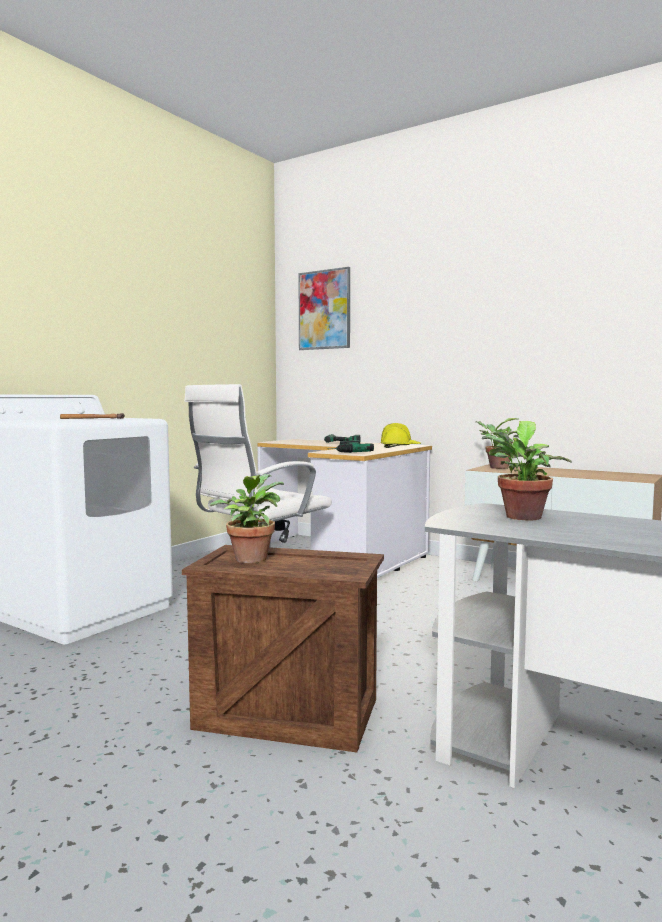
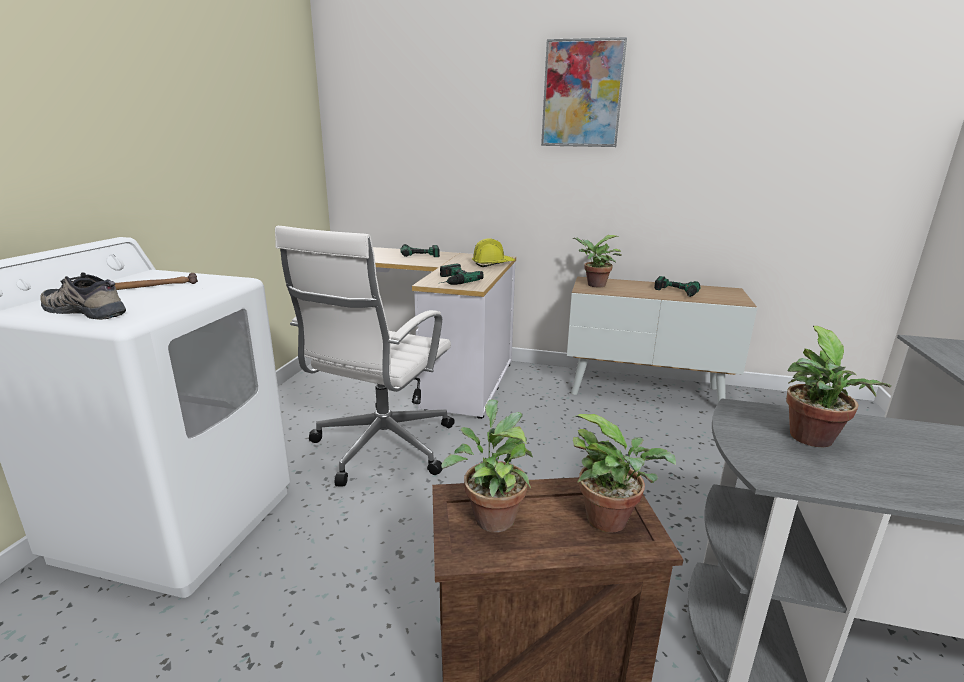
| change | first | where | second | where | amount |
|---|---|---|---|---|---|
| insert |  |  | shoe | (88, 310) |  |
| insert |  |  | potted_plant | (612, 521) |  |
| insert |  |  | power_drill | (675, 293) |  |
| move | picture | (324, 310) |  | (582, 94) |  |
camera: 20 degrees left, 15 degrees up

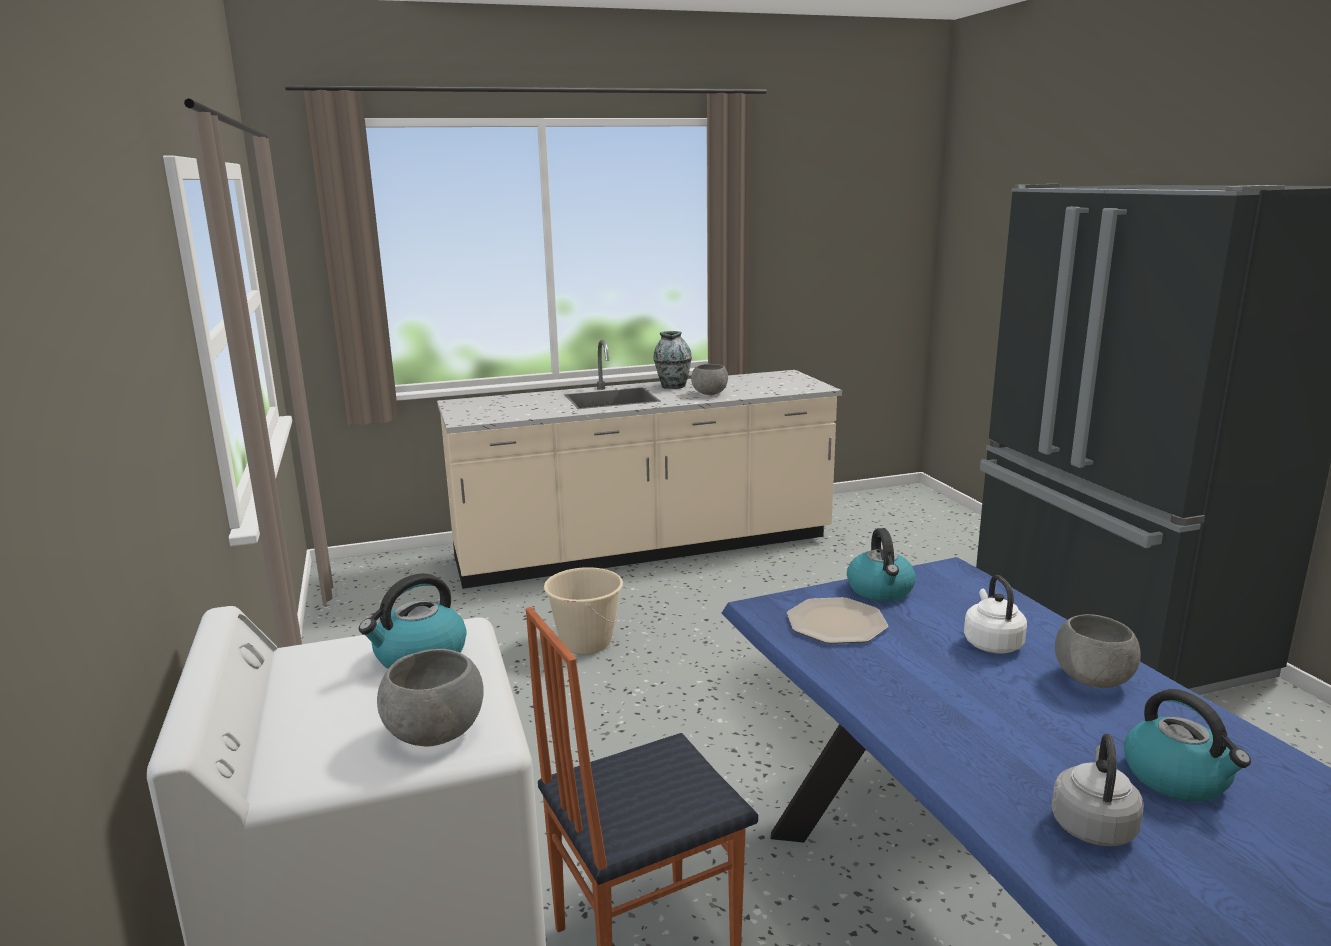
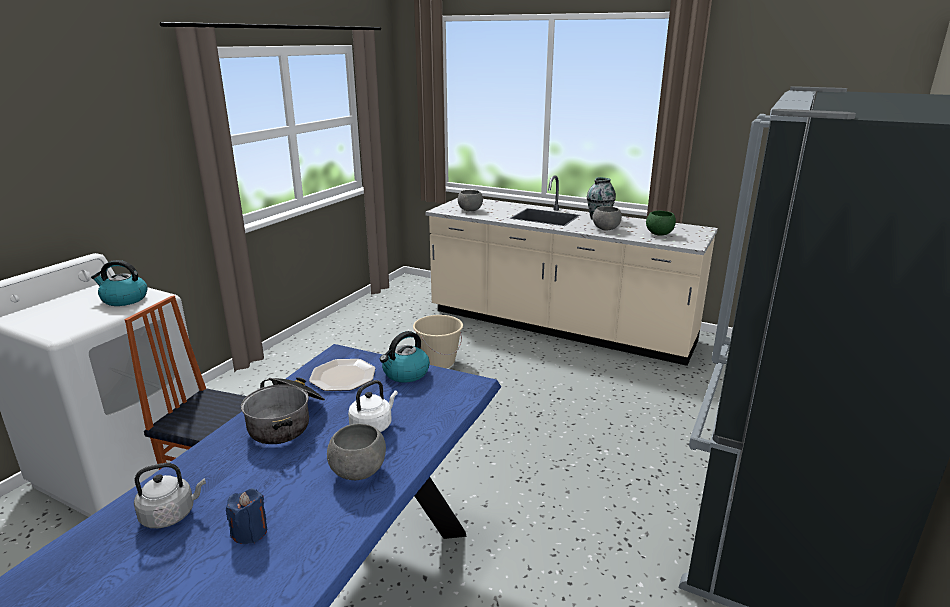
| change | first | where | second | where | amount |
|---|---|---|---|---|---|
| insert |  |  | cooking_pot | (287, 421) |  |
| insert |  |  | green_bowl | (659, 234) |  |
| move | grey_bowl | (436, 734) |  | (470, 210) |  |
| replace | kettle | (1177, 778) | blue_candle | (250, 532) |  |
camera: 45 degrees right, 5 degrees up

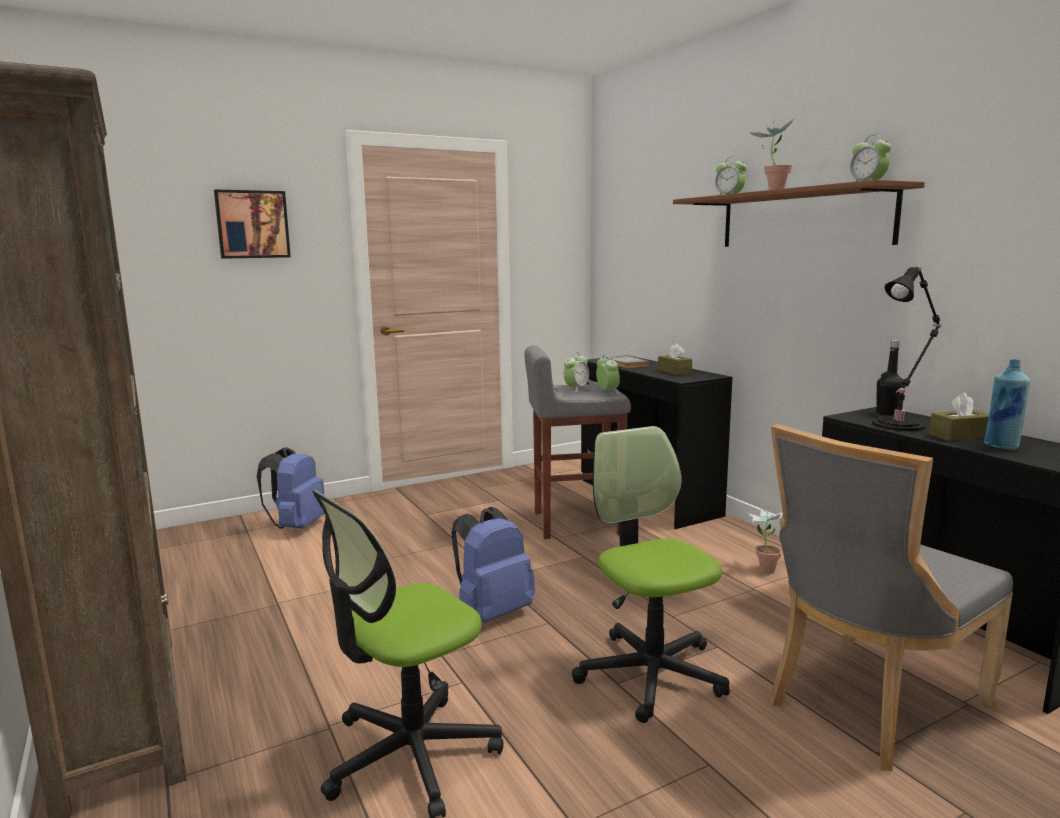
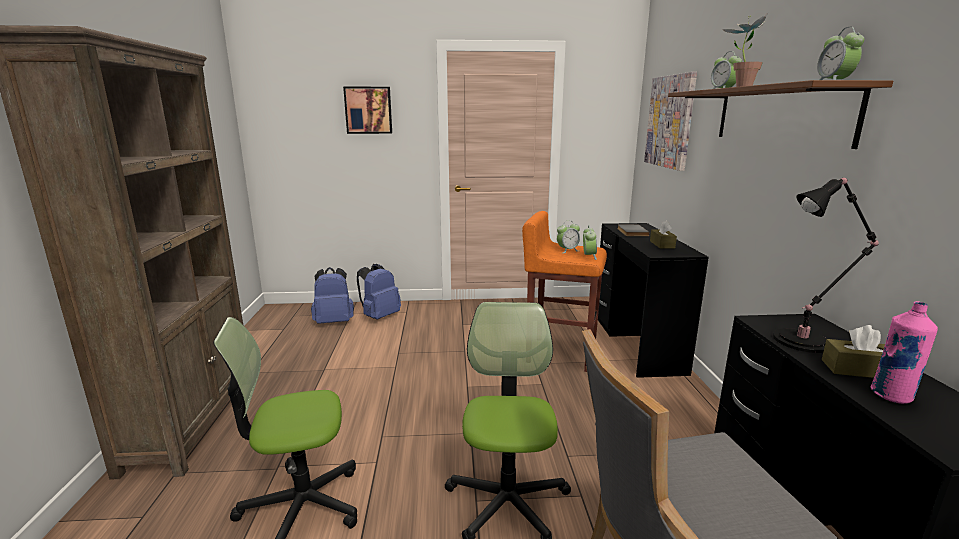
| change | first | where | second | where | amount |
|---|---|---|---|---|---|
| delete | potted_plant | (764, 568) |  |  |  |
| delete | black_bottle | (887, 413) |  |  |  |
| insert |  |  | picture | (670, 121) |  |
| move | blue_backpack | (492, 612) |  | (334, 321) |  |
| recolor | grey_stool | (575, 522) | orange_stool | (560, 353) |  |
| recolor | blue_bottle | (1001, 447) | pink_bottle | (892, 396) |  |
camera: 25 degrees right, 5 degrees up

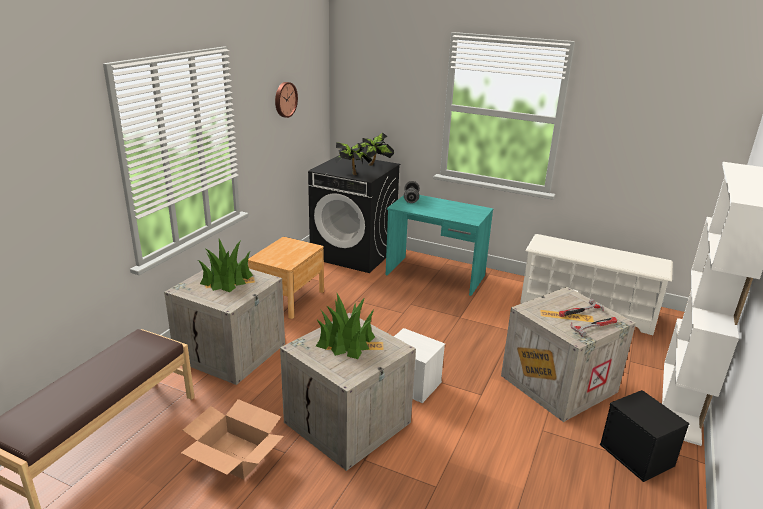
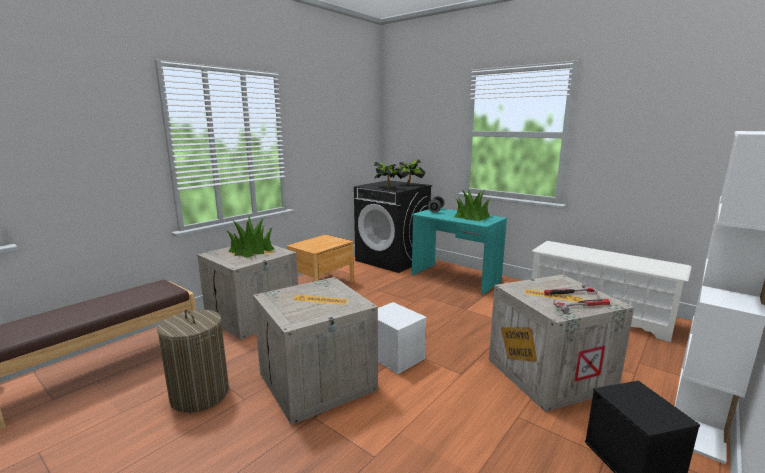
| change | first | where | second | where | amount |
|---|---|---|---|---|---|
| delete | wall_clock | (284, 99) |  |  |  |
| move | potted_plant | (345, 341) |  | (472, 217) |  |
| replace | cardboard_box | (235, 454) | laundry_basket | (200, 394) |  |
camera: 15 degrees right, 10 degrees down

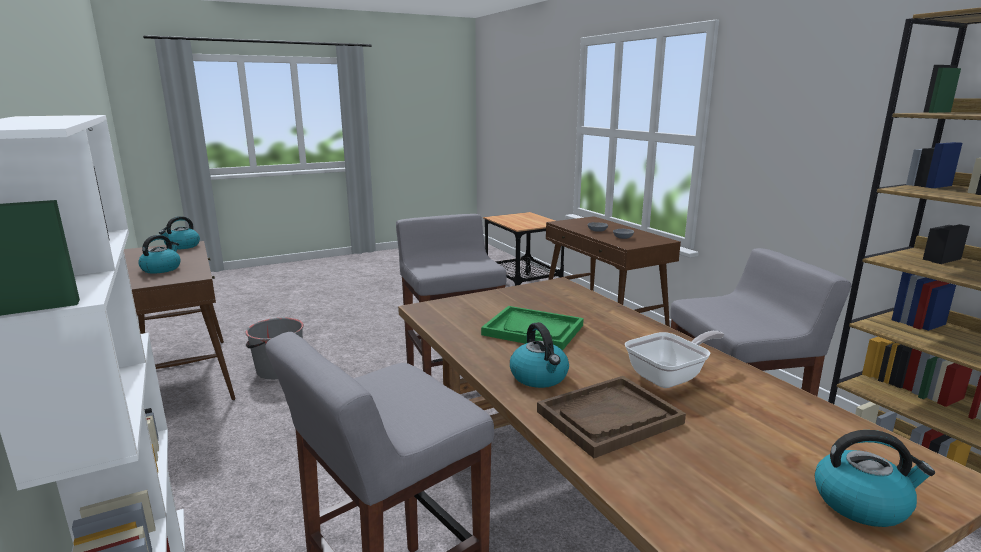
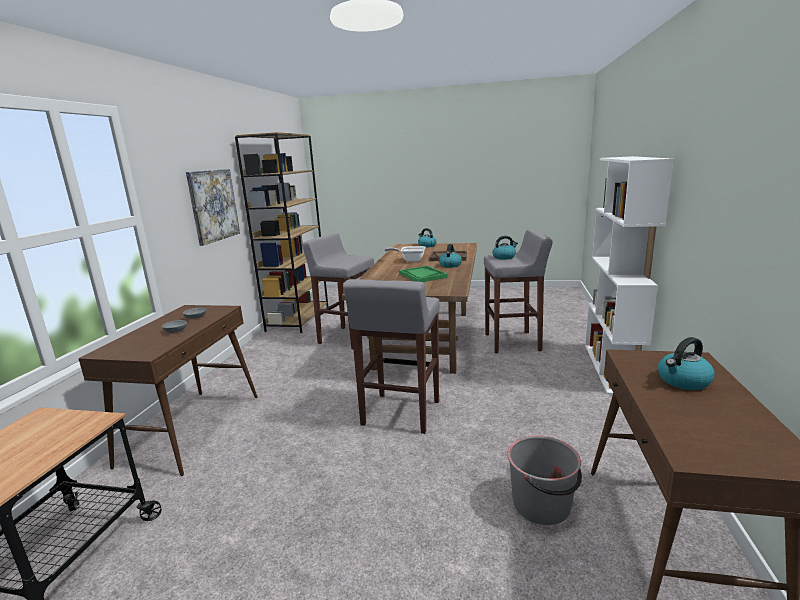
| change | first | where | second | where | amount |
|---|---|---|---|---|---|
| insert |  |  | picture | (213, 205) |  |
| move | kettle | (182, 246) |  | (504, 257) |  |
camera: 140 degrees left, 0 degrees up

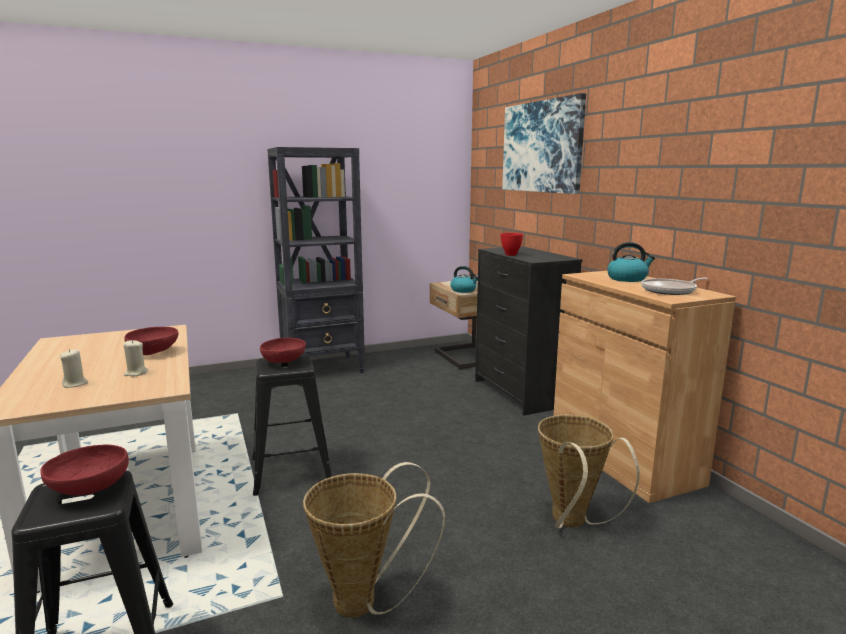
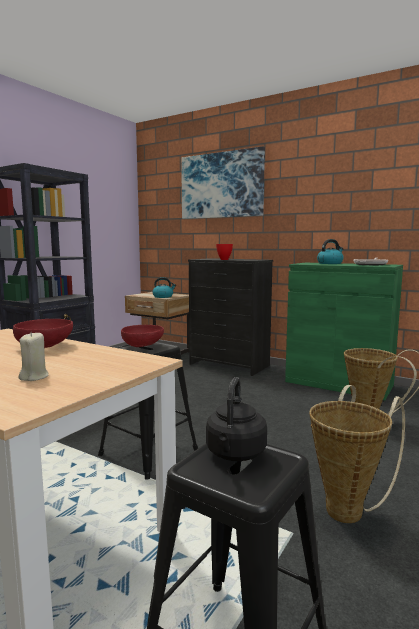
| change | first | where | second | where | amount |
|---|---|---|---|---|---|
| delete | beige_candle | (136, 373) |  |  |  |
| replace | red_bowl | (88, 489) | black_kettle | (235, 454) |  |
| recolor | brown_cabinet | (623, 458) | green_cabinet | (338, 383) |  |
camera: 35 degrees left, 5 degrees down

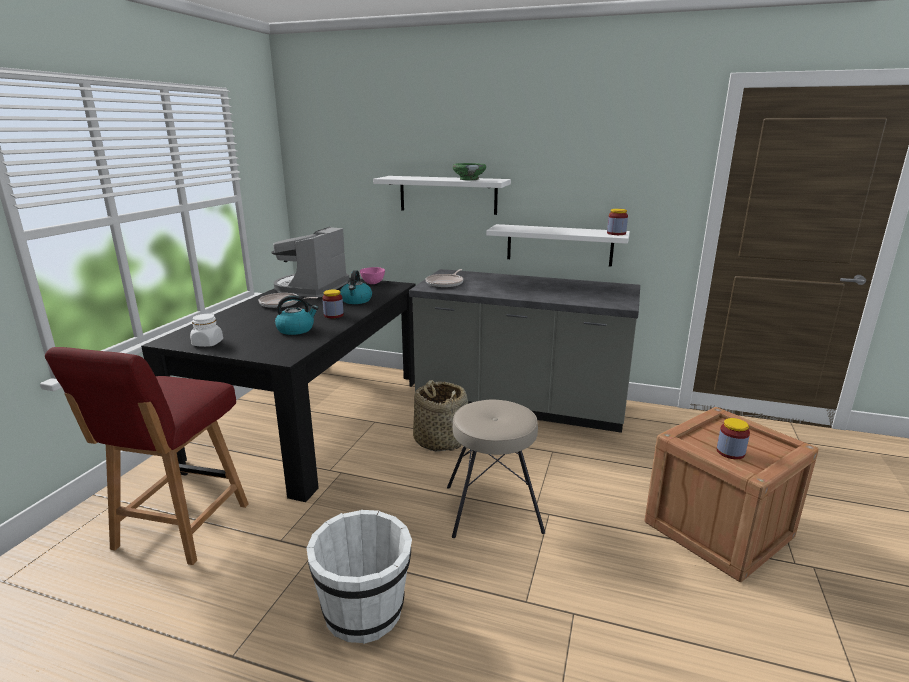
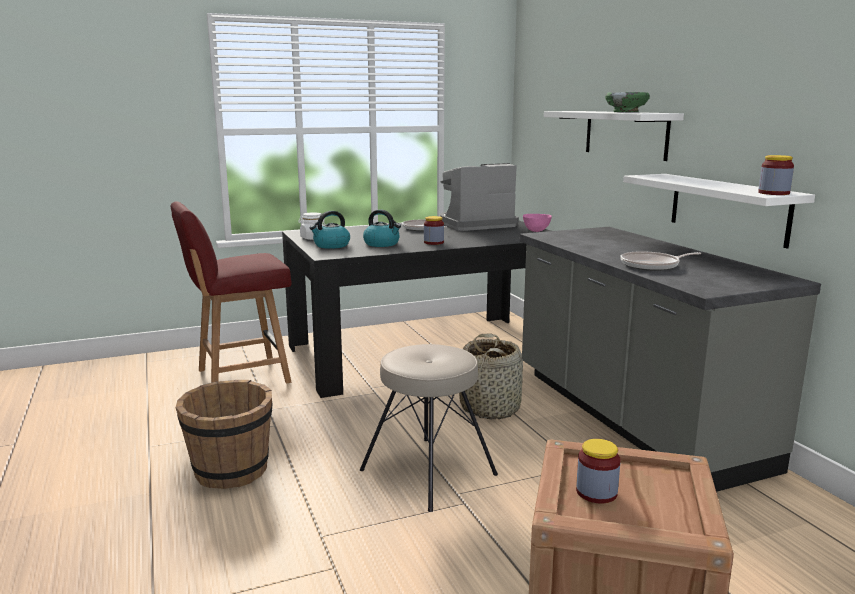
| change | first | where | second | where | amount |
|---|---|---|---|---|---|
| move | kettle | (356, 300) |  | (331, 245) |  |
| move | frying_pan | (445, 283) |  | (652, 266) |  |
| recolor | white_bucket | (365, 612) | brown_bucket | (231, 471) |  |
camera: 50 degrees right, 5 degrees down

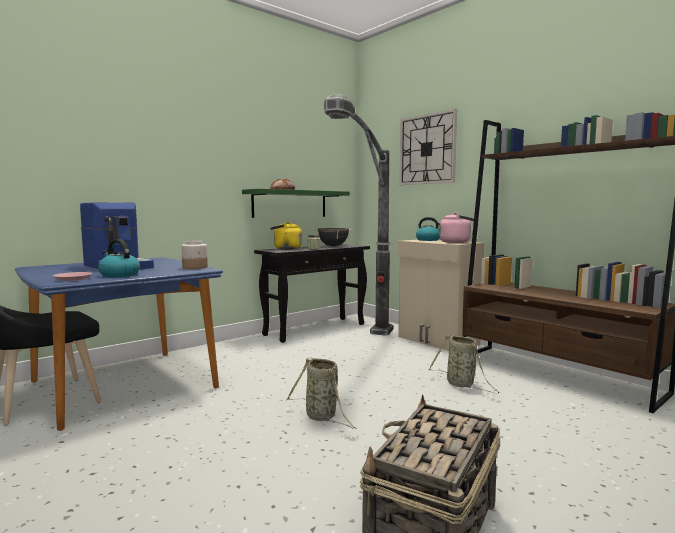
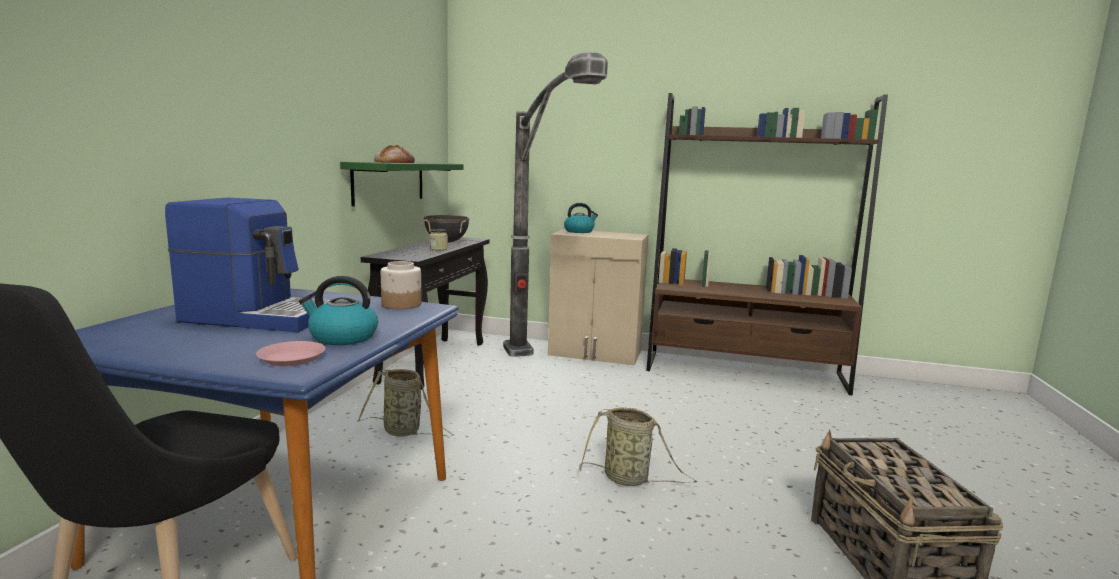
| change | first | where | second | where | amount |
|---|---|---|---|---|---|
| delete | yellow_kettle | (285, 249) |  |  |  |
| delete | wall_clock | (427, 149) |  |  |  |
| delete | pink_kettle | (456, 242) |  |  |  |
| move | basket | (462, 384) |  | (404, 432) |  |
camera: 35 degrees left, 5 degrees up

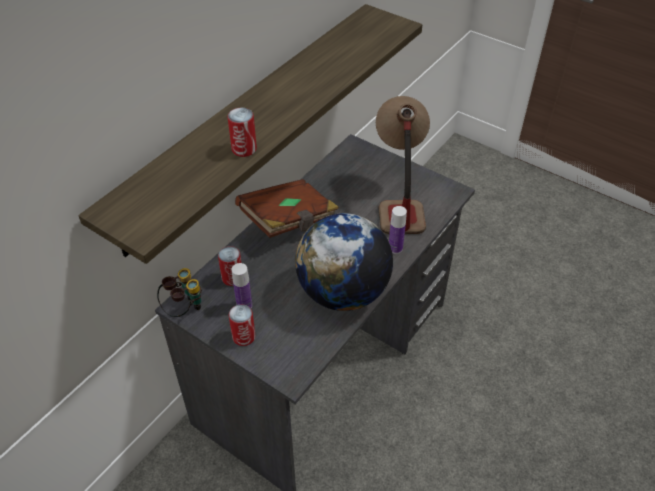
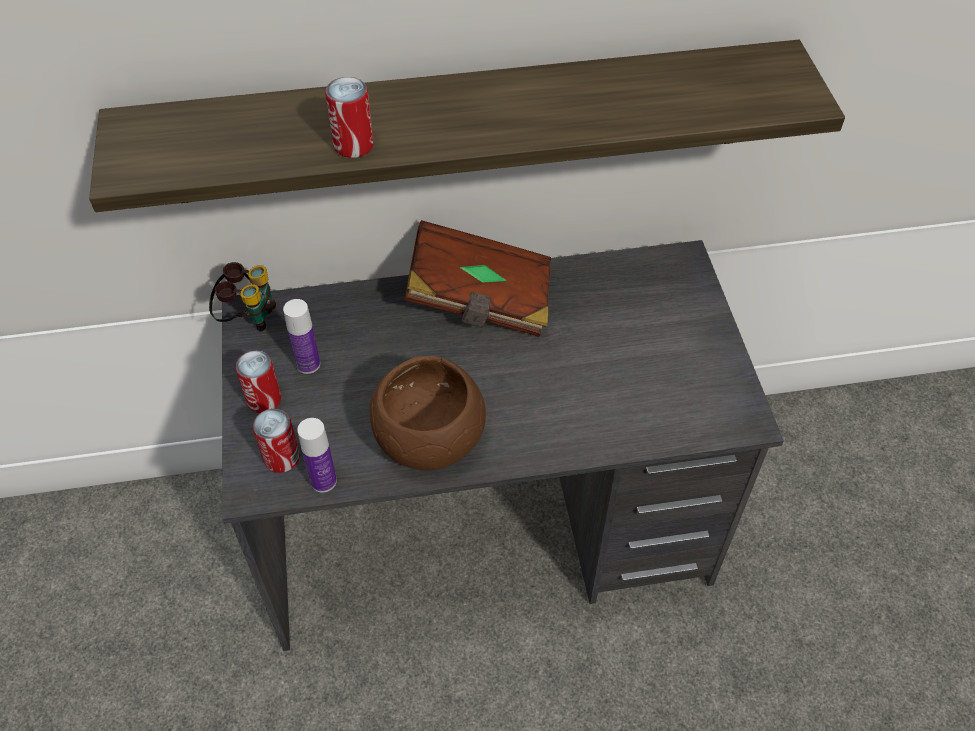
| change | first | where | second | where | amount |
|---|---|---|---|---|---|
| delete | table_lamp | (398, 200) |  |  |  |
| move | can | (232, 278) |  | (281, 458) |  |
| move | bottle | (395, 248) |  | (323, 481) |  |
| replace | globe | (343, 292) | brown_bowl | (430, 438) |  |
camera: 45 degrees right, 5 degrees up

